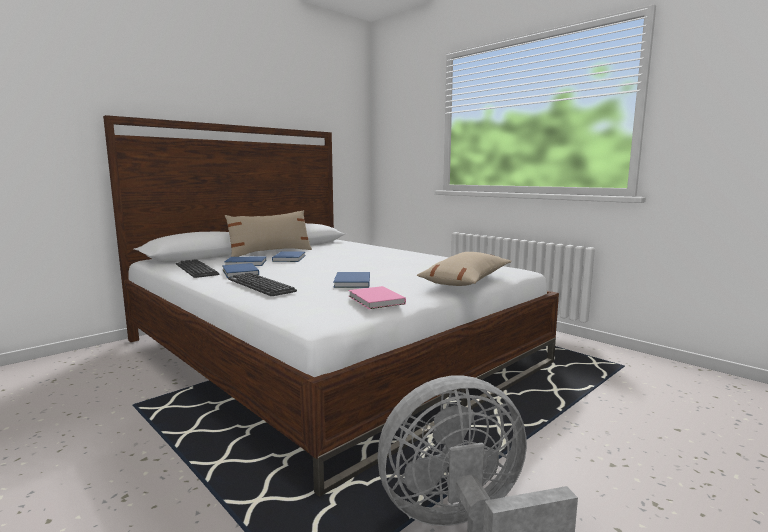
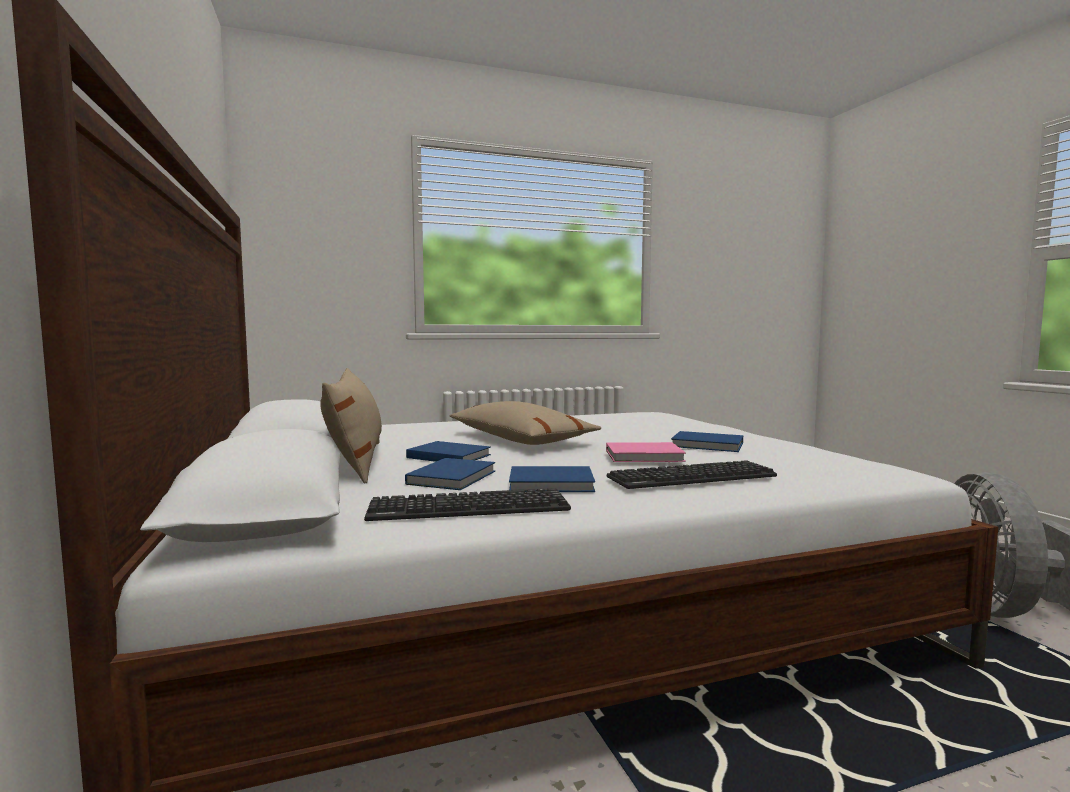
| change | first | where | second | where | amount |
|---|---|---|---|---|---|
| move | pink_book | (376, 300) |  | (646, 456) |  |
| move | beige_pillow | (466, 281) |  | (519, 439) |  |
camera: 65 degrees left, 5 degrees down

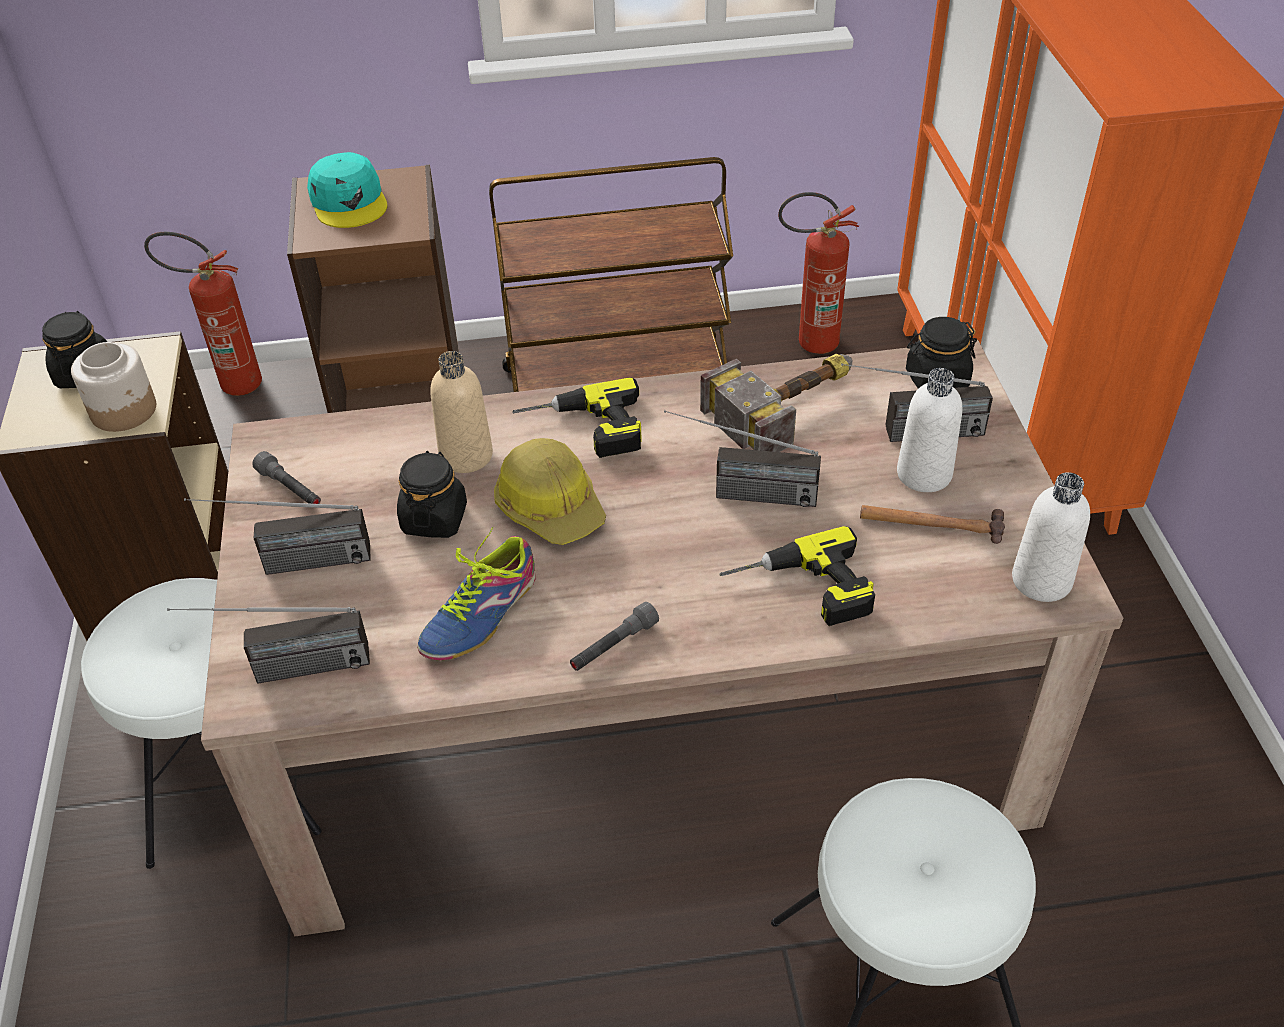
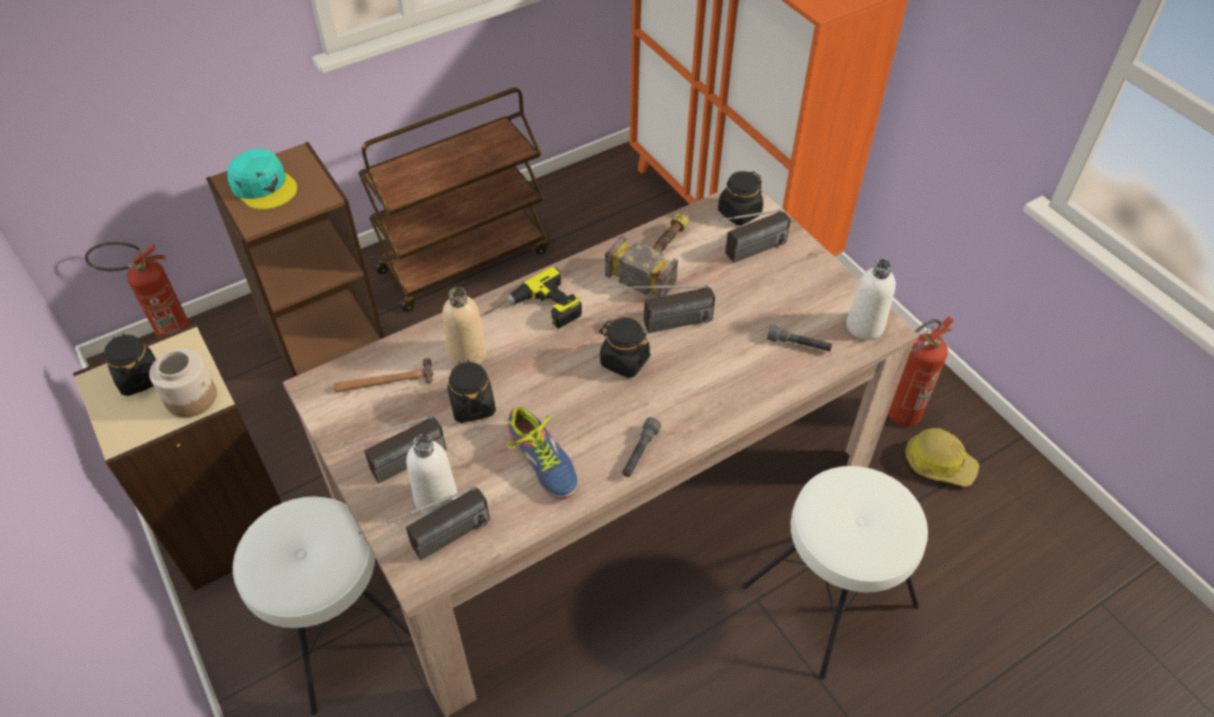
| change | first | where | second | where | amount |
|---|---|---|---|---|---|
| delete | power_drill | (801, 591) |  |  |  |
| insert |  |  | black_jar | (624, 361) |  |
| move | grey_flashlight | (290, 489) |  | (798, 344) |  |
| move | hard_hat | (551, 506) |  | (938, 463) |  |
| move | fire_extinguisher | (808, 344) |  | (897, 417) |  |
| move | hammer | (931, 523) |  | (384, 381) |  |
| move | white_bottle | (924, 474) |  | (436, 499) |  |
| rotate | shoe | (481, 614) |  | (543, 460) | 45 degrees counterclockwise |
camera: 25 degrees left, 5 degrees up

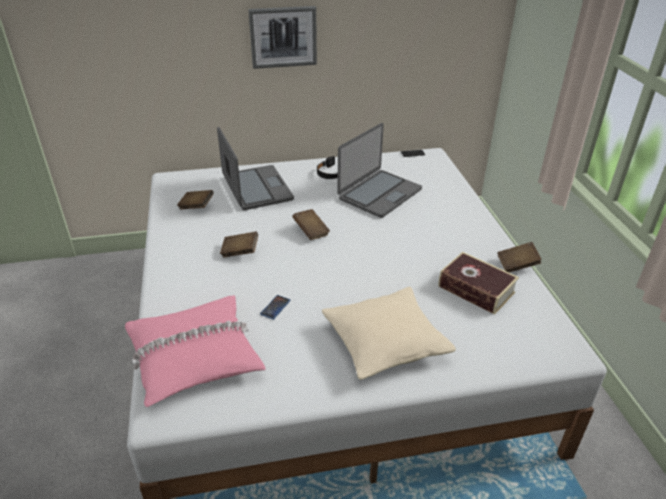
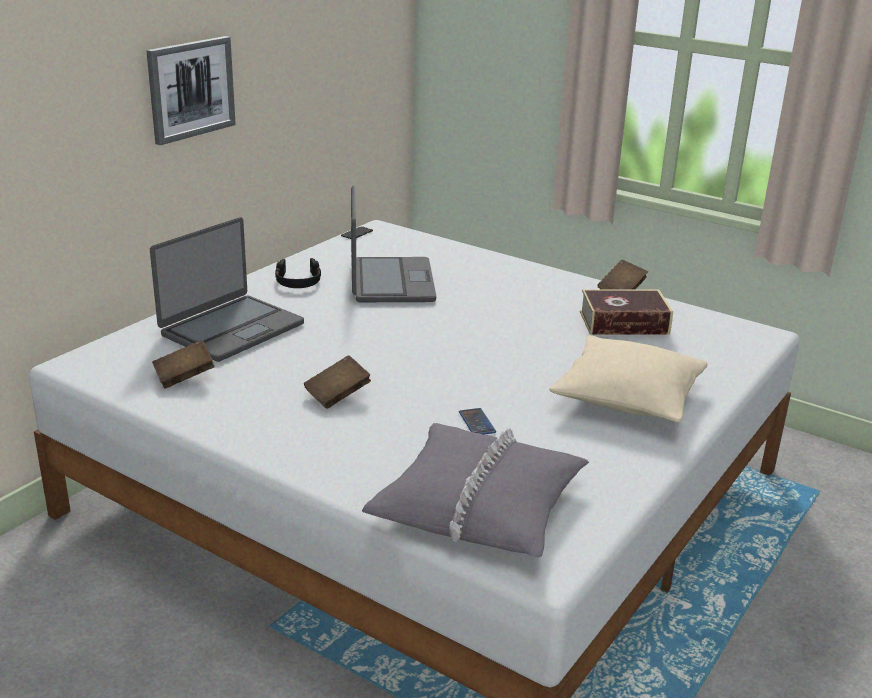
| change | first | where | second | where | amount |
|---|---|---|---|---|---|
| delete | brown_book | (311, 232) |  |  |  |
| recolor | pink_pillow | (195, 356) | grey_pillow | (479, 504) |  |
| rotate | laptop | (256, 189) |  | (231, 329) | 105 degrees clockwise |
camera: 45 degrees left, 10 degrees down

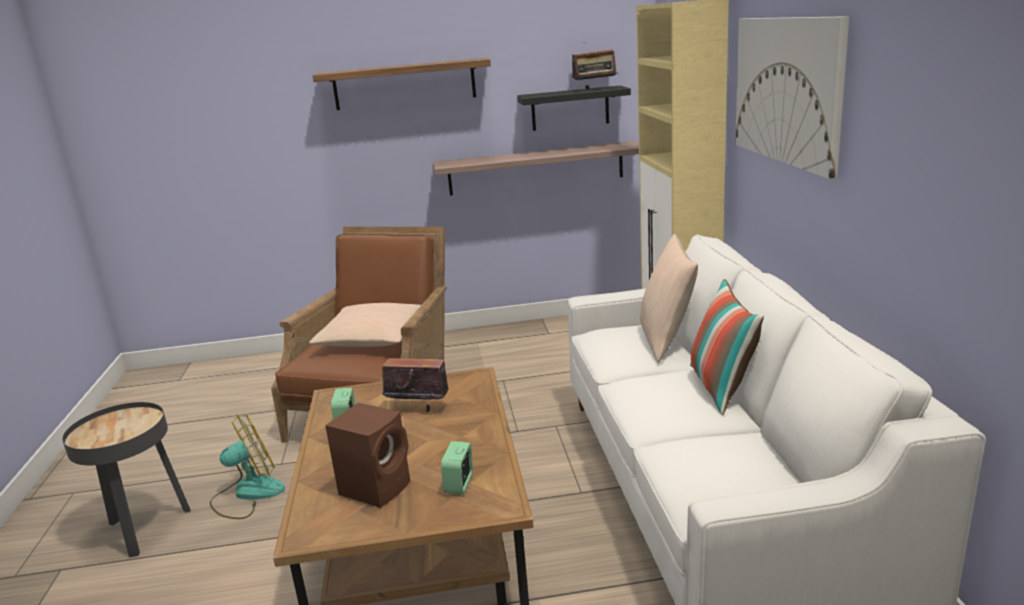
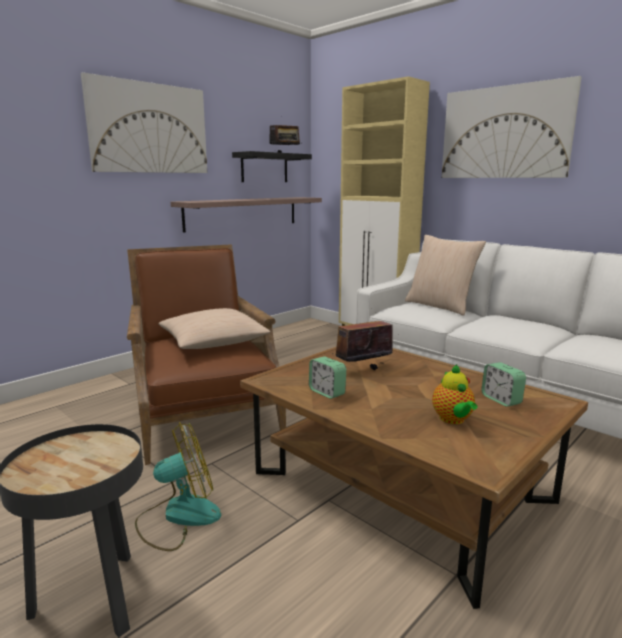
| change | first | where | second | where | amount |
|---|---|---|---|---|---|
| delete | pillow | (722, 388) |  |  |  |
| replace | shelf | (404, 84) | picture | (149, 128) |  |
| replace | brown_speaker | (377, 487) | teapot | (453, 420) |  |
| rotate | fan | (247, 494) |  | (178, 516) | 45 degrees clockwise |
camera: 40 degrees left, 5 degrees down

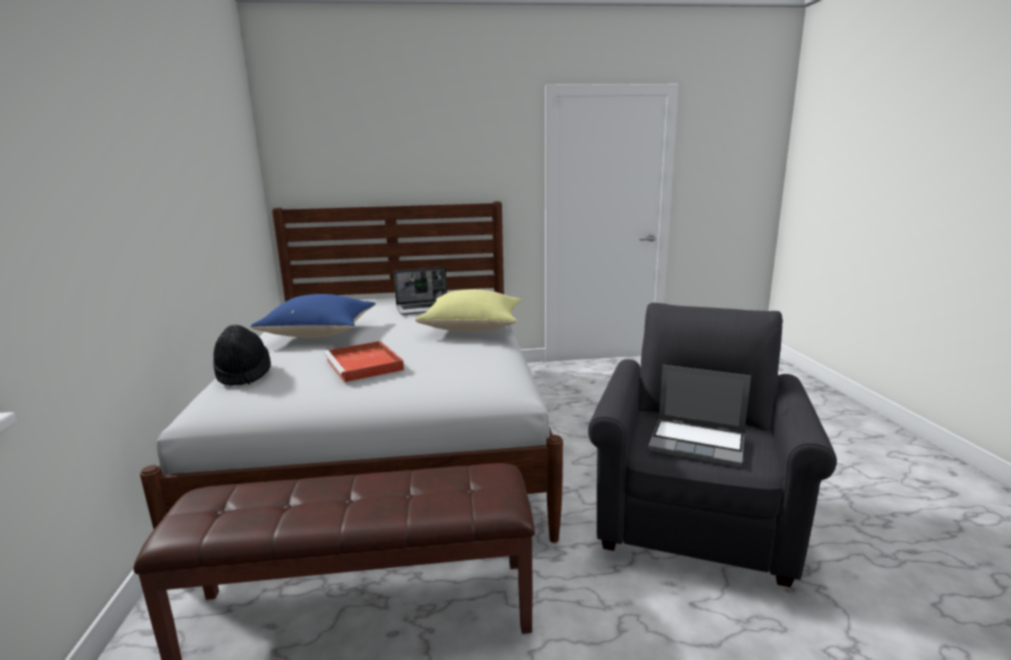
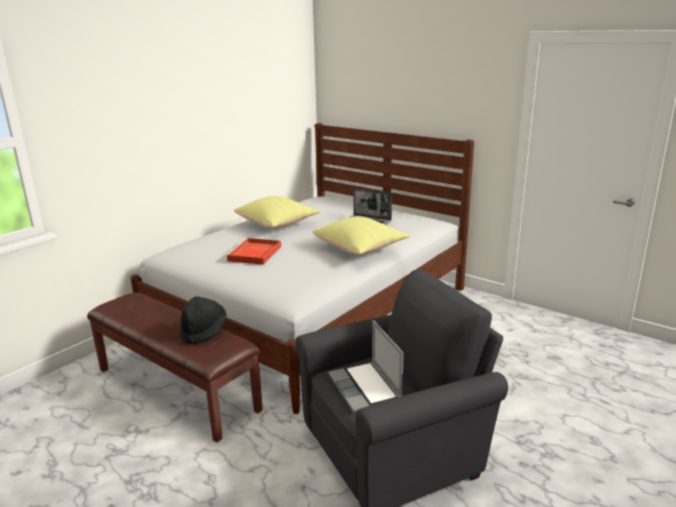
| change | first | where | second | where | amount |
|---|---|---|---|---|---|
| move | black_hat | (243, 374) |  | (204, 332) |  |
| recolor | blue_pillow | (321, 334) | yellow_pillow | (277, 224) |  |
camera: 45 degrees right, 5 degrees up

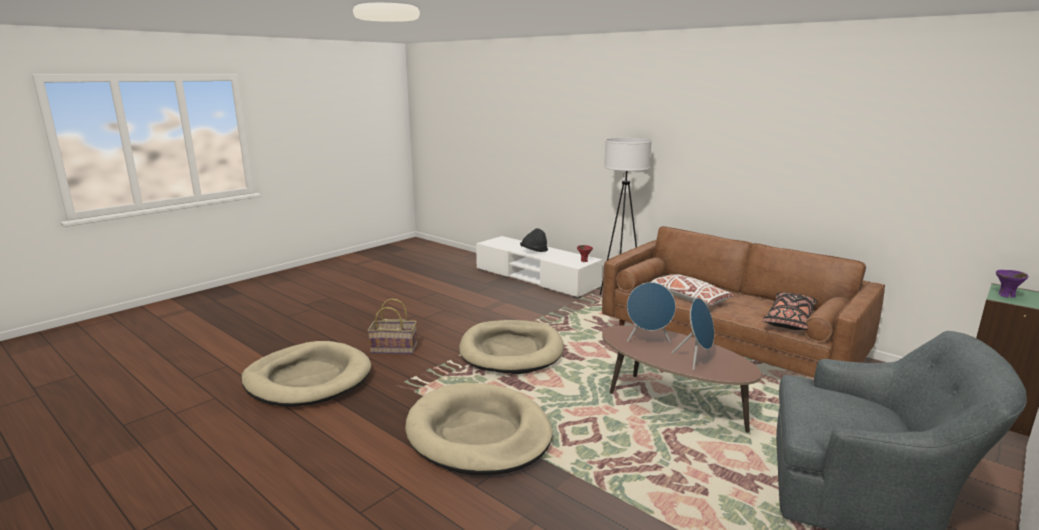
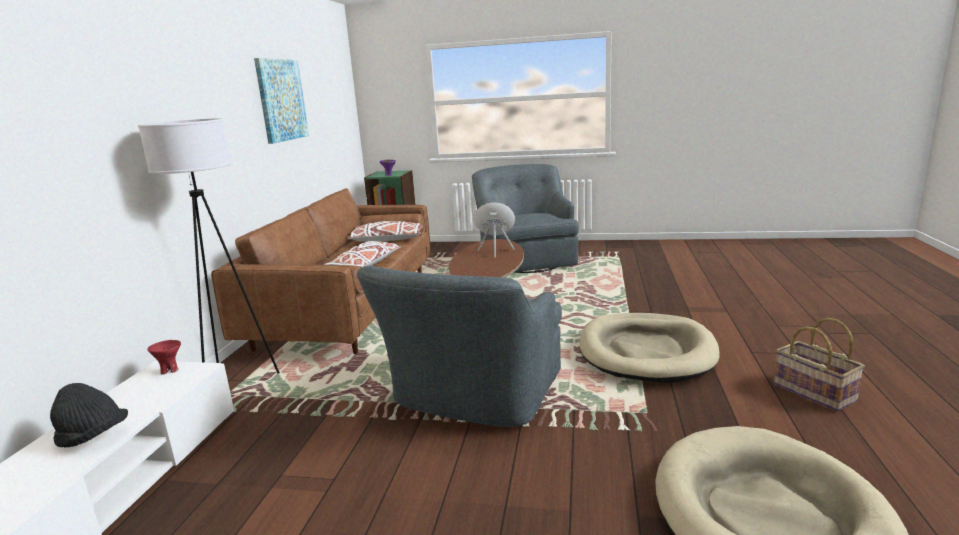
| change | first | where | second | where | amount |
|---|---|---|---|---|---|
| delete | blue_speaker | (648, 340) |  |  |  |
| insert |  |  | picture | (281, 100) |  |
| move | basket | (394, 348) |  | (813, 392) |  |
| replace | beige_dog_bed | (511, 351) | grey_armchair | (472, 397) |  |
| recolor | black_pillow | (789, 320) | white_pillow | (387, 240) |  |
camera: 120 degrees left, 0 degrees up

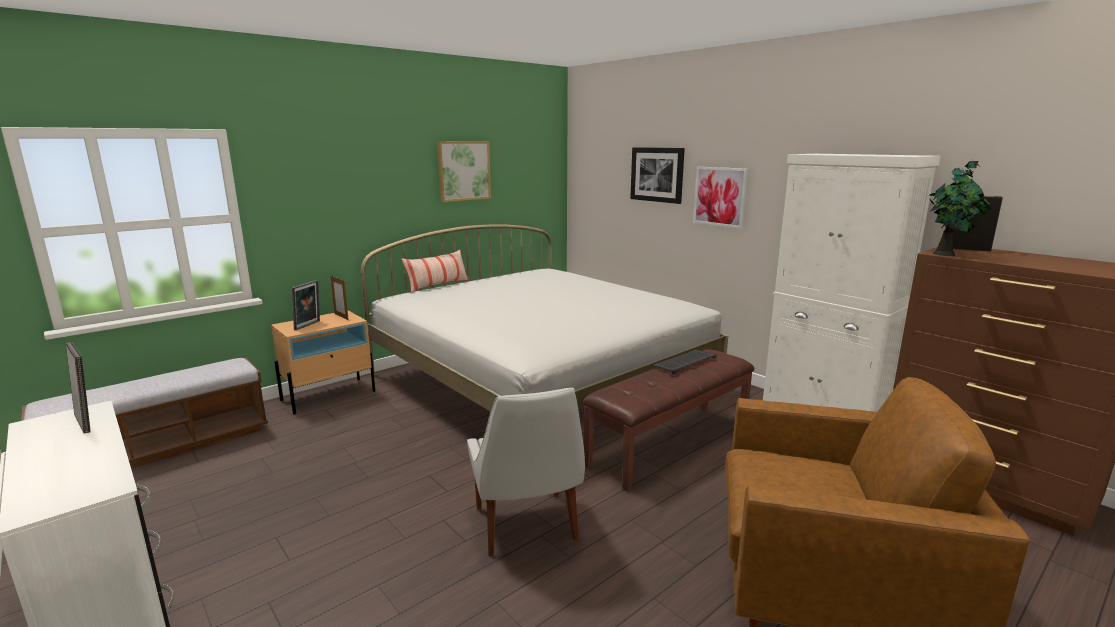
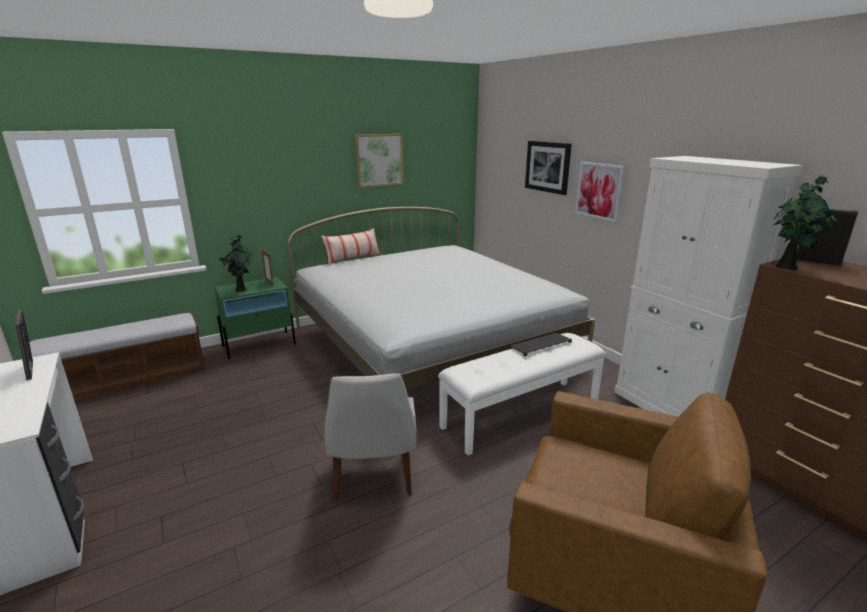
| change | first | where | second | where | amount |
|---|---|---|---|---|---|
| replace | picture_frame | (309, 325) | potted_plant | (241, 289) |  |
| recolor | beige_nightstand | (329, 395) | green_nightstand | (259, 345) |  |
| recolor | brown_bench | (669, 443) | white_bench | (521, 414) |  |
camera: 10 degrees right, 5 degrees up

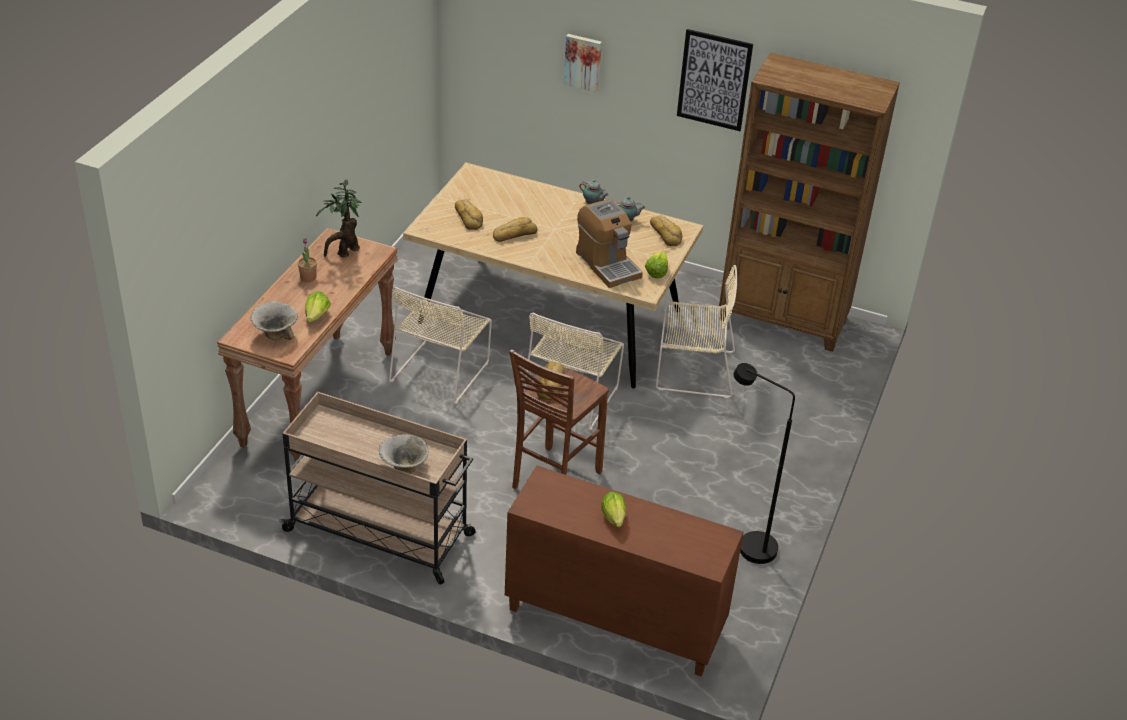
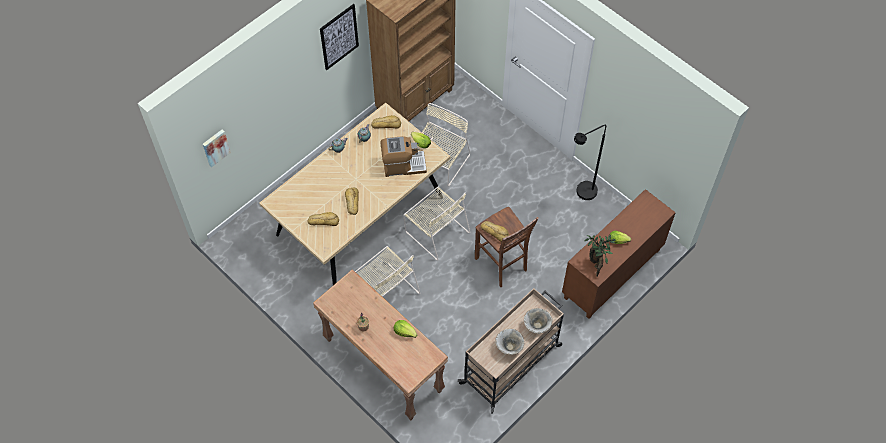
| change | first | where | second | where | amount |
|---|---|---|---|---|---|
| move | bowl | (276, 334) |  | (509, 347) |  |
| move | potted_plant | (344, 252) |  | (596, 264) |  |
| move | picture | (583, 62) |  | (215, 147) |  |
camera: 65 degrees left, 20 degrees up

